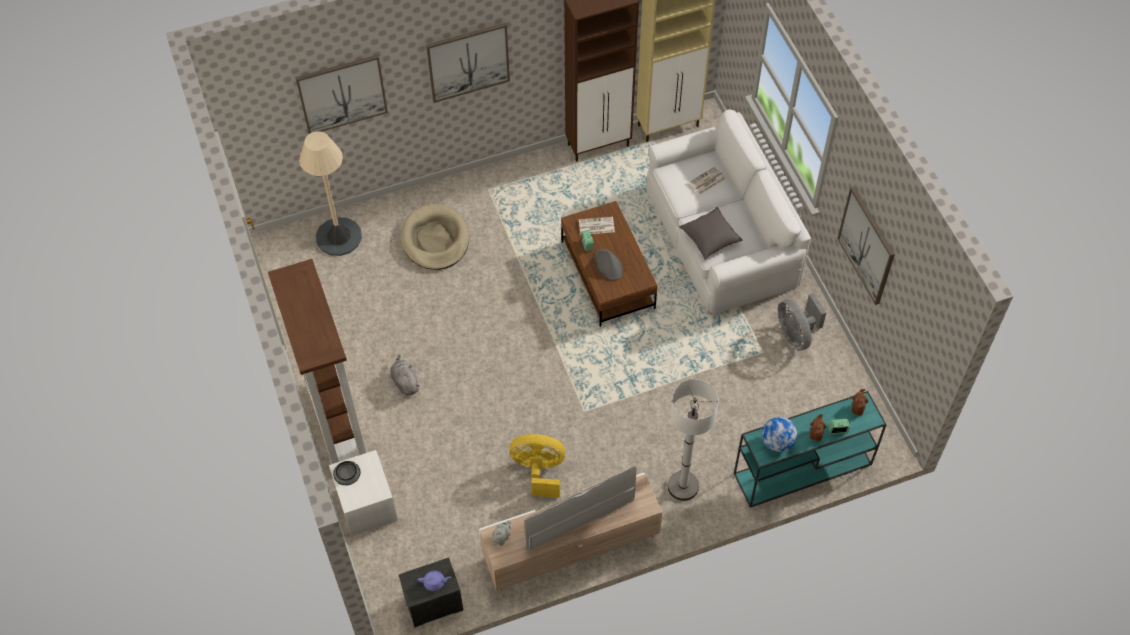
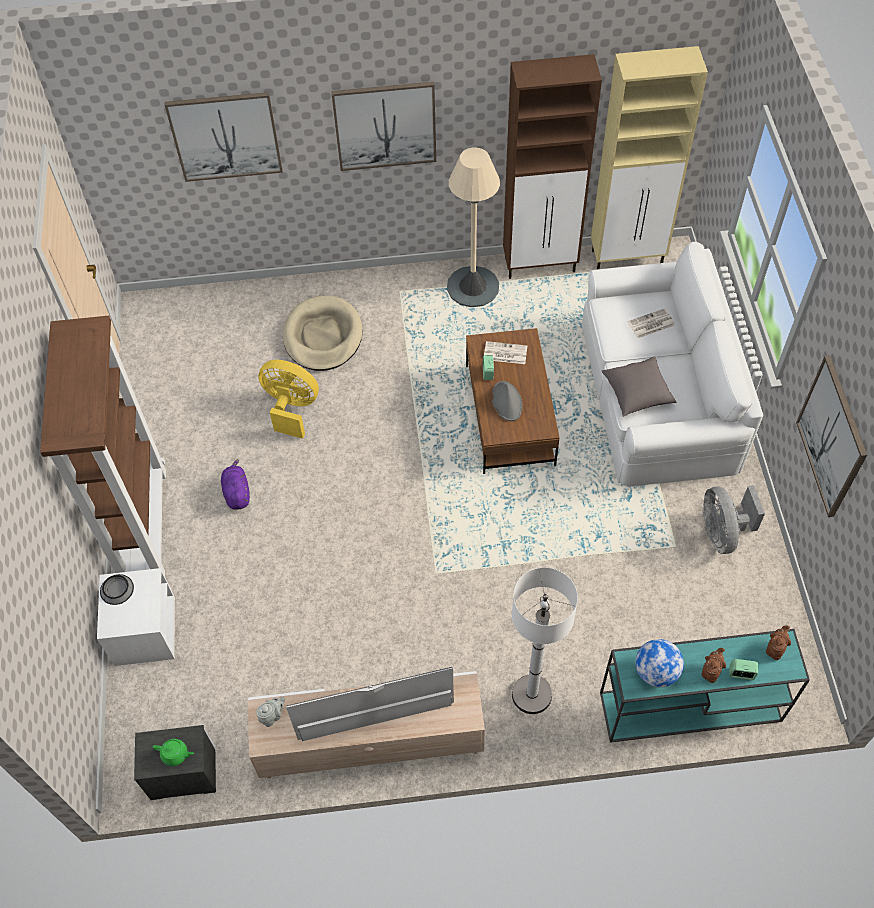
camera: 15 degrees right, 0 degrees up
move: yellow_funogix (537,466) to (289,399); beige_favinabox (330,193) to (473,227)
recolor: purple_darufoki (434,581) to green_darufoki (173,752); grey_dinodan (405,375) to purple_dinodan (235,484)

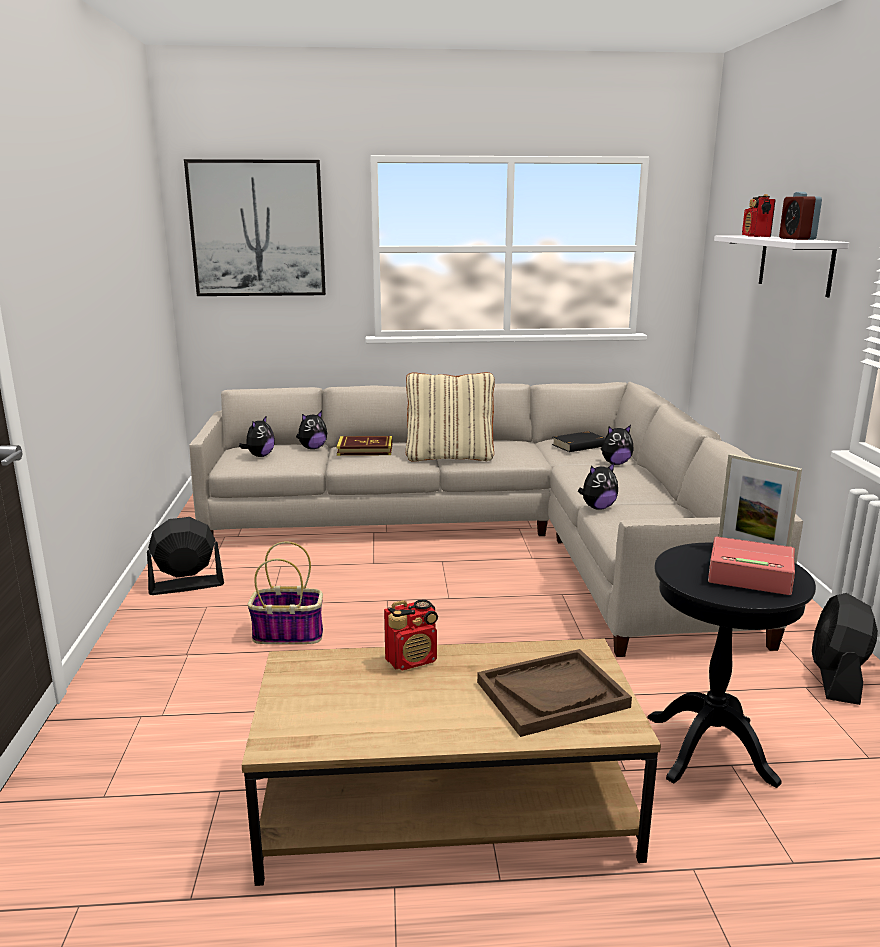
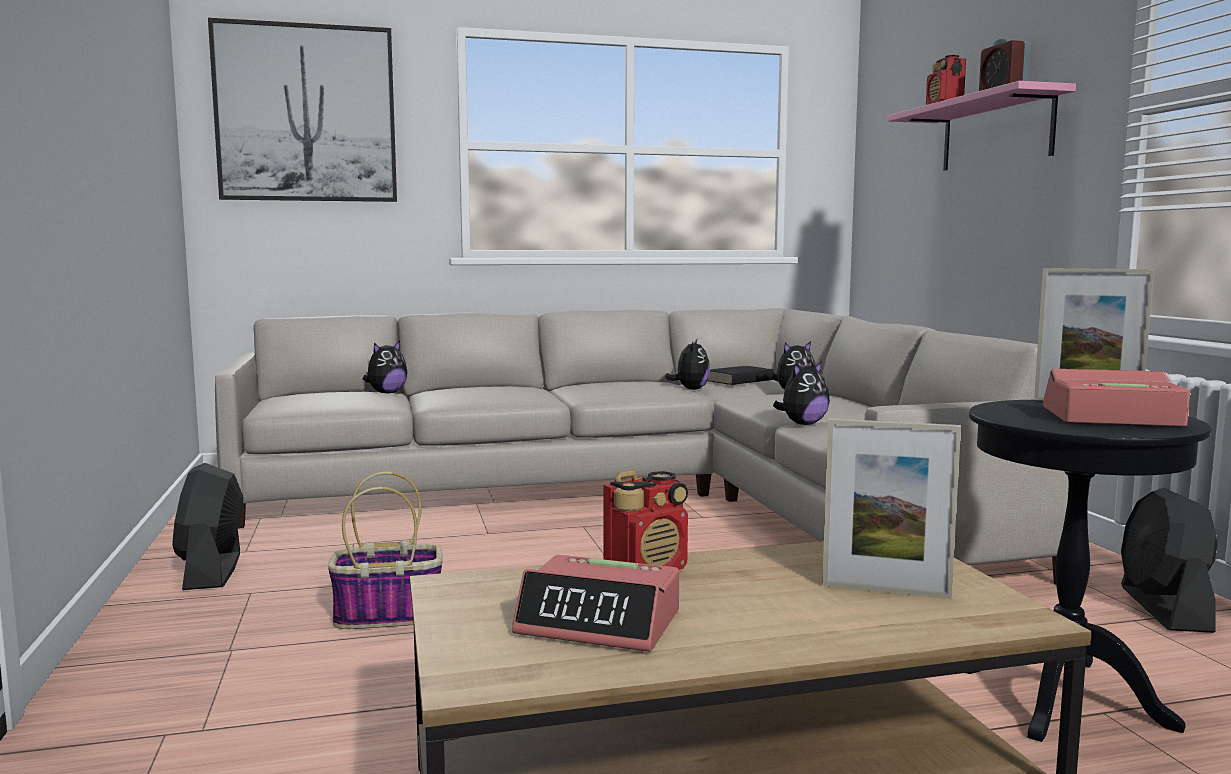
camera: 10 degrees left, 10 degrees down
delete: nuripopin (364,446); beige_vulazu (450,417)
insert: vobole (595,603)
move: dinodan (257,436) to (687,364)
replace: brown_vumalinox (554,693) to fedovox (891,509)
recolor: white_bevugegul (781,266) to pink_bevugegul (982,126)
rotate: black_funogix (185,556) = (207,526) 75 degrees counterclockwise

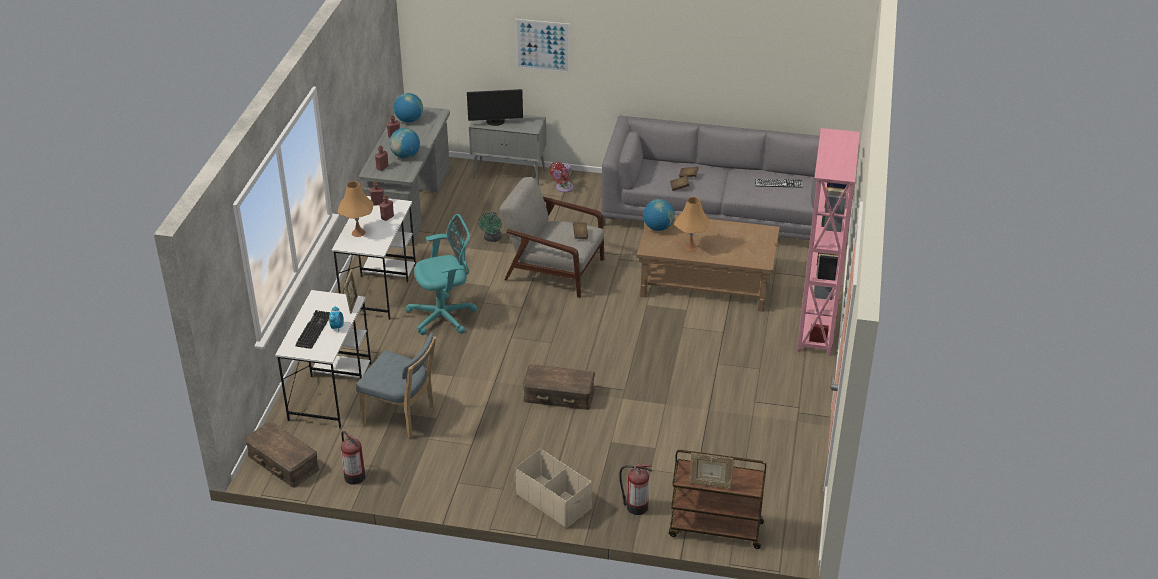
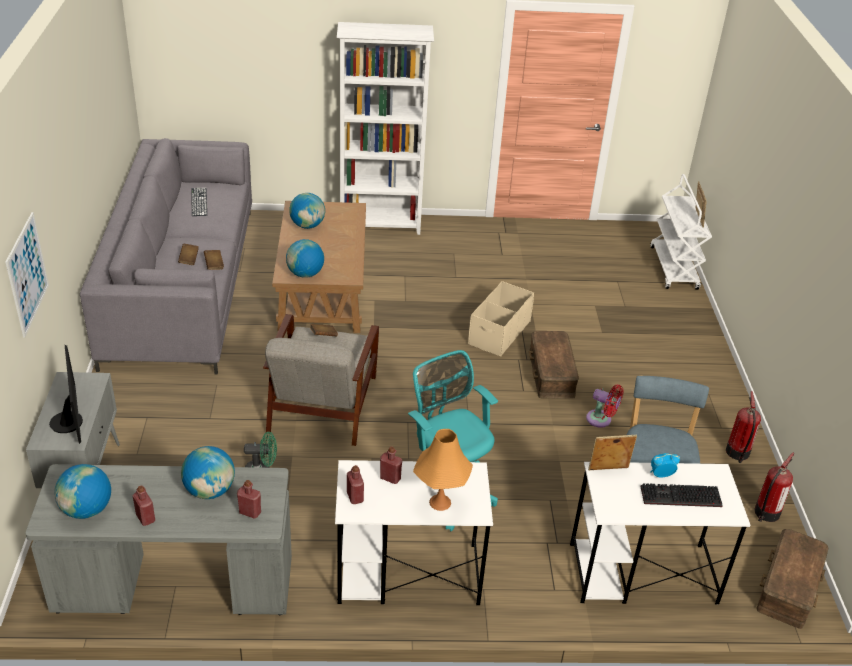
camera: 105 degrees left, 0 degrees up
delete: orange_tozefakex (692,224)
insert: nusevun (307,211)
move: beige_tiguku (553,488) to (501,319); red_funogix (562,177) to (605,406); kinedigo (636,489) to (743,427)
recolor: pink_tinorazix (828,242) to white_tinorazix (385,128); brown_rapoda (717,499) to white_rapoda (681,232)

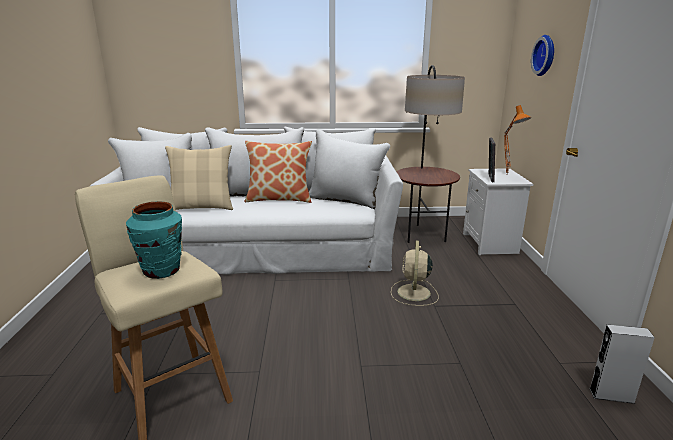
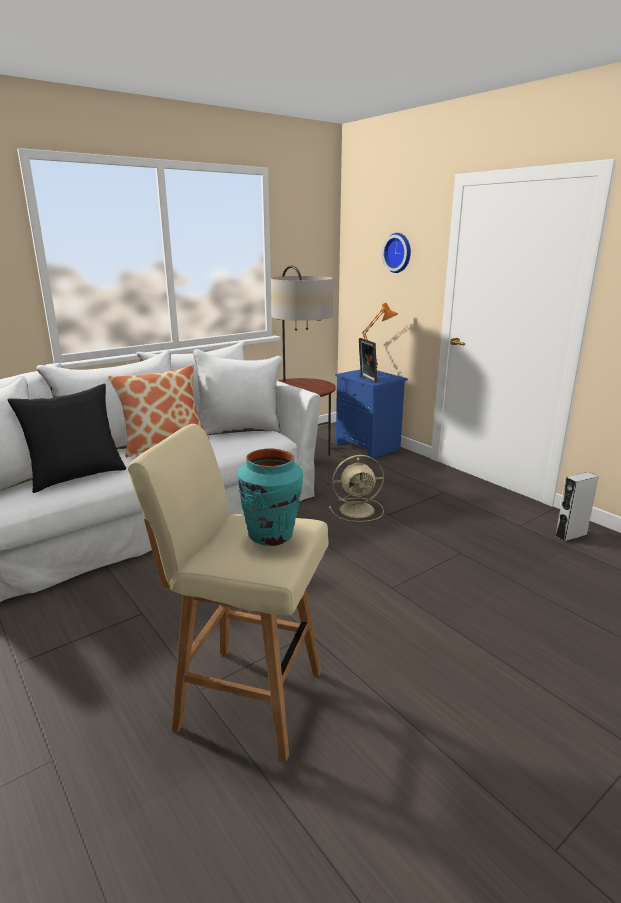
camera: 35 degrees left, 0 degrees up
recolor: beige_vulazu (199,177) to black_vulazu (66,438); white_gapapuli (498,211) to blue_gapapuli (371,415)
rotate: beige_funogix (415,273) = (356,488) 75 degrees counterclockwise

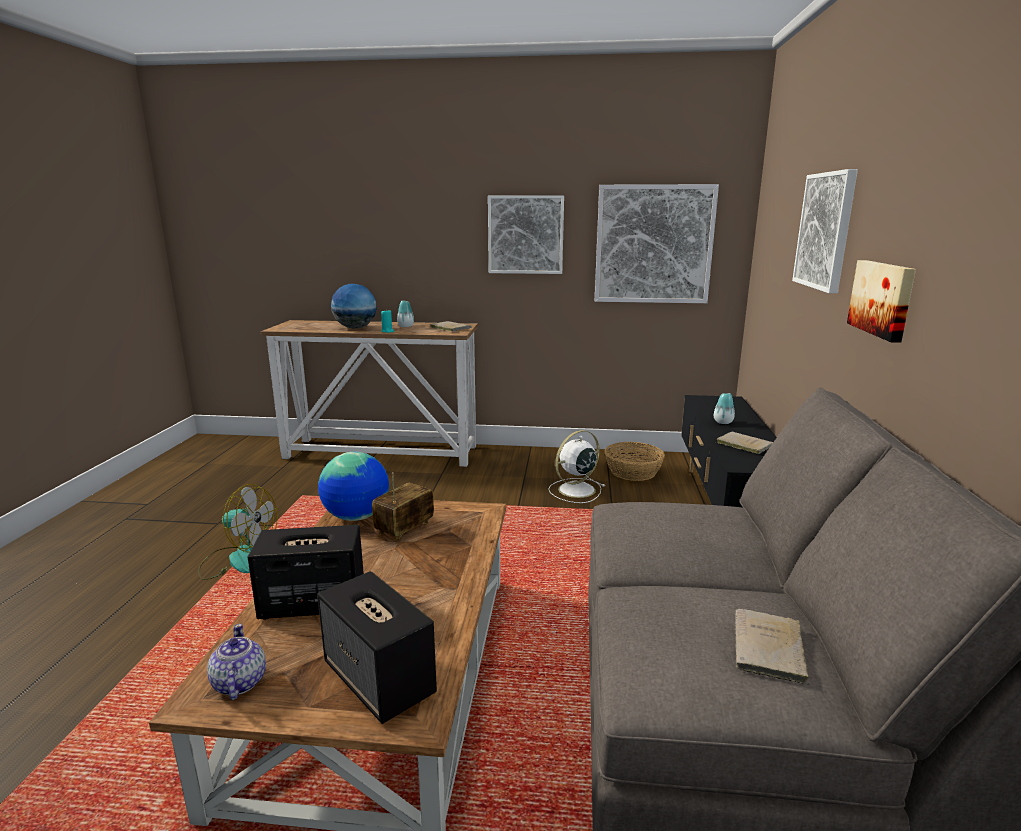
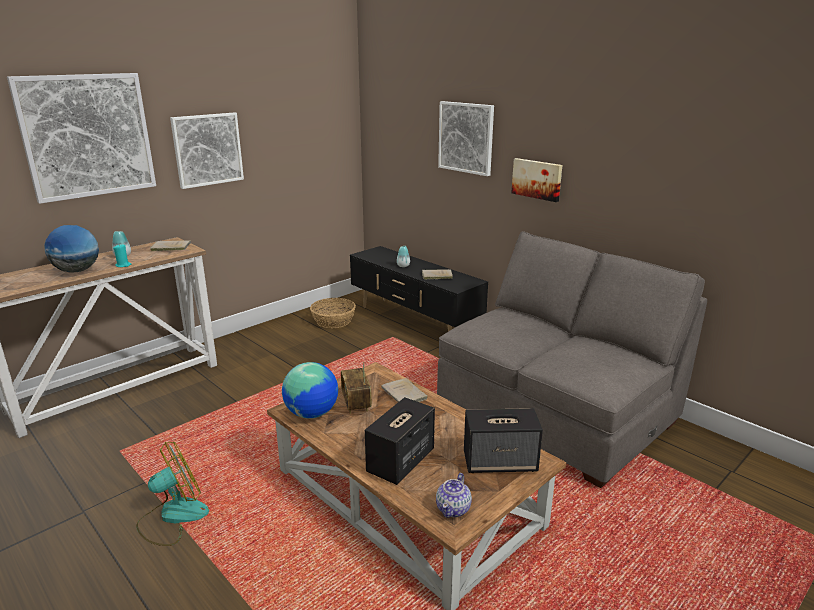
camera: 50 degrees left, 5 degrees up
delete: white_funogix (576,466)
move: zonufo (657,243) to (81,138); beige_nuripopin (772,646) to (404,390)
rotate: darufoki (236,662) = (454,495) 90 degrees counterclockwise

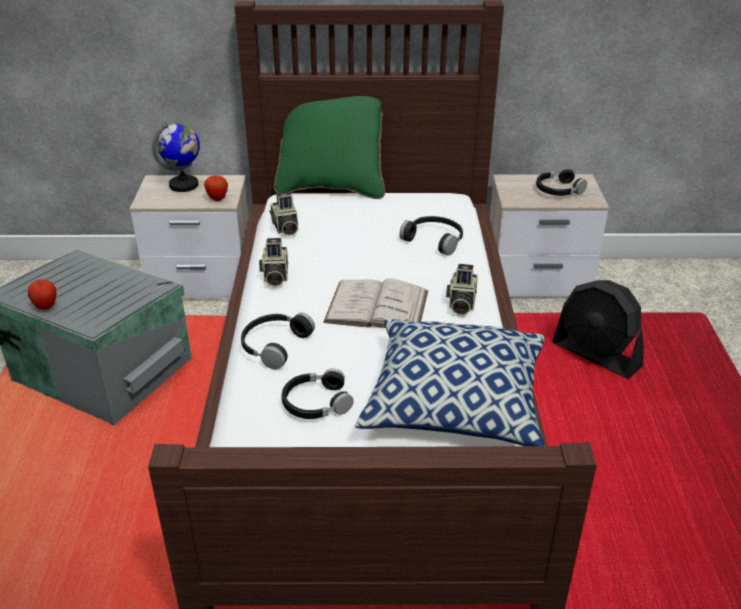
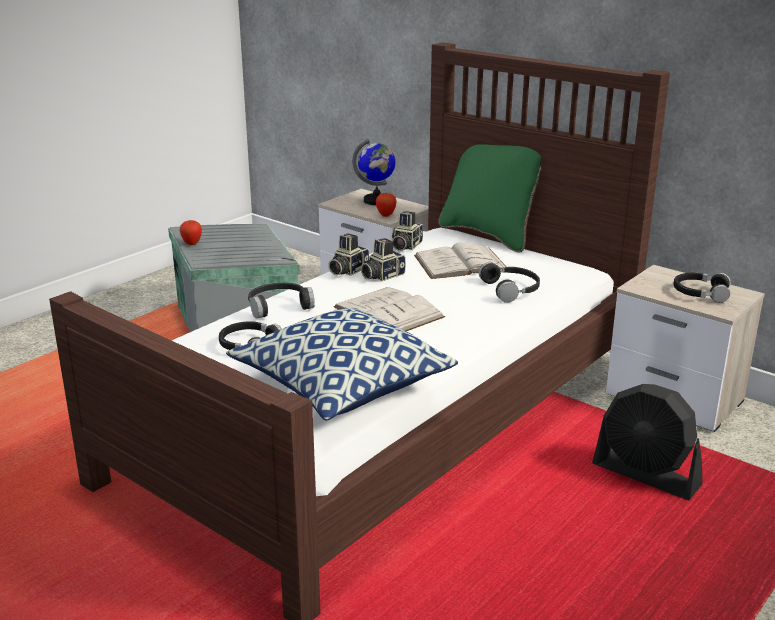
camera: 40 degrees right, 10 degrees down
insert: white_nuripopin (460,260)
move: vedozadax (462,289) to (383,259)
rotate: black_funogix (598,329) = (647,442) 45 degrees counterclockwise

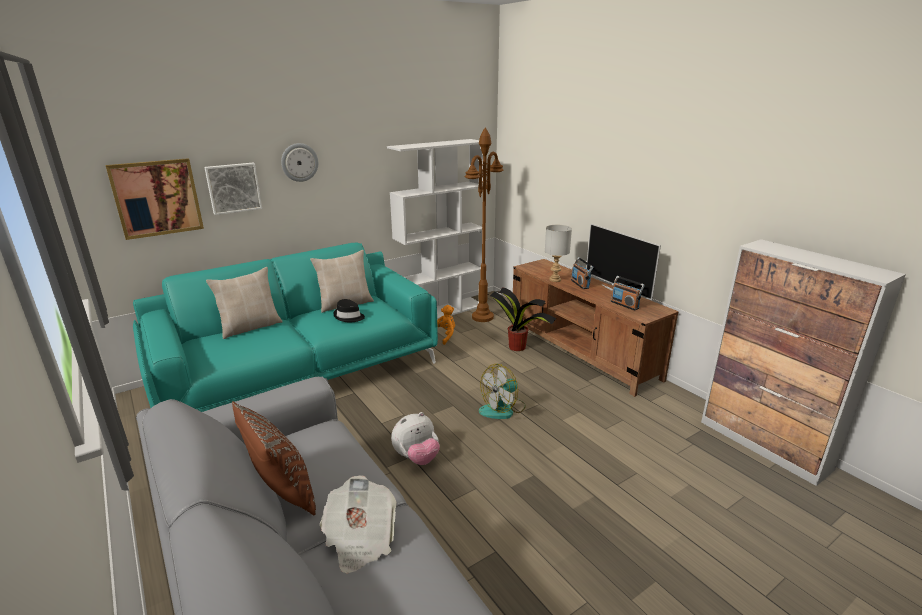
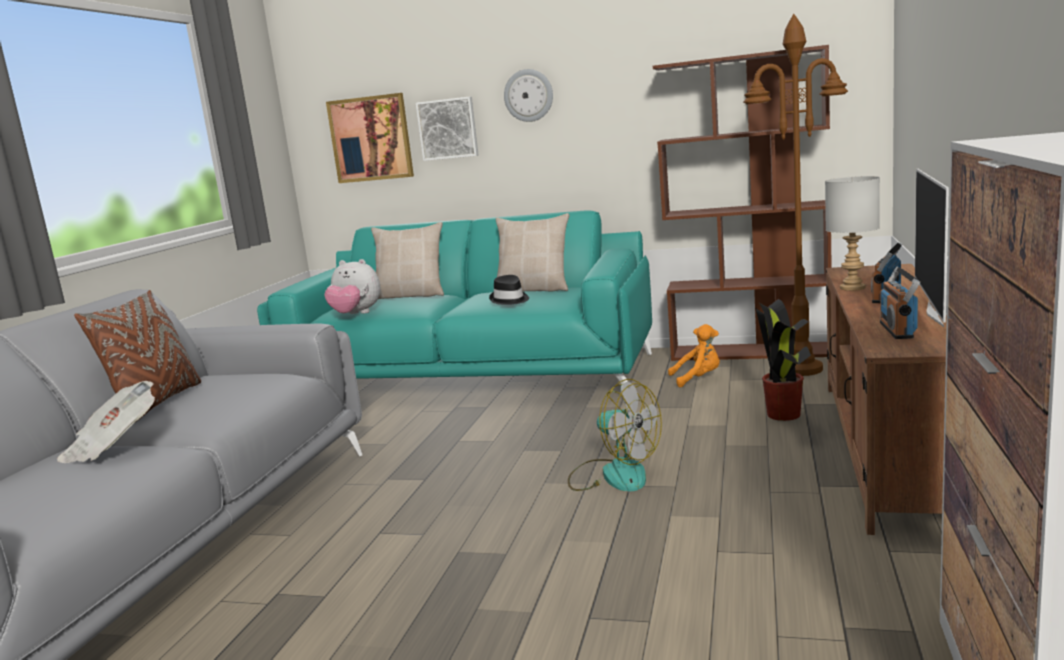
camera: 50 degrees right, 10 degrees down
move: dinodan (415,438) to (352,286)
recolor: white_tinorazix (435,229) to brown_tinorazix (742,203)
rotate: funogix (502,391) = (615,435) 150 degrees counterclockwise

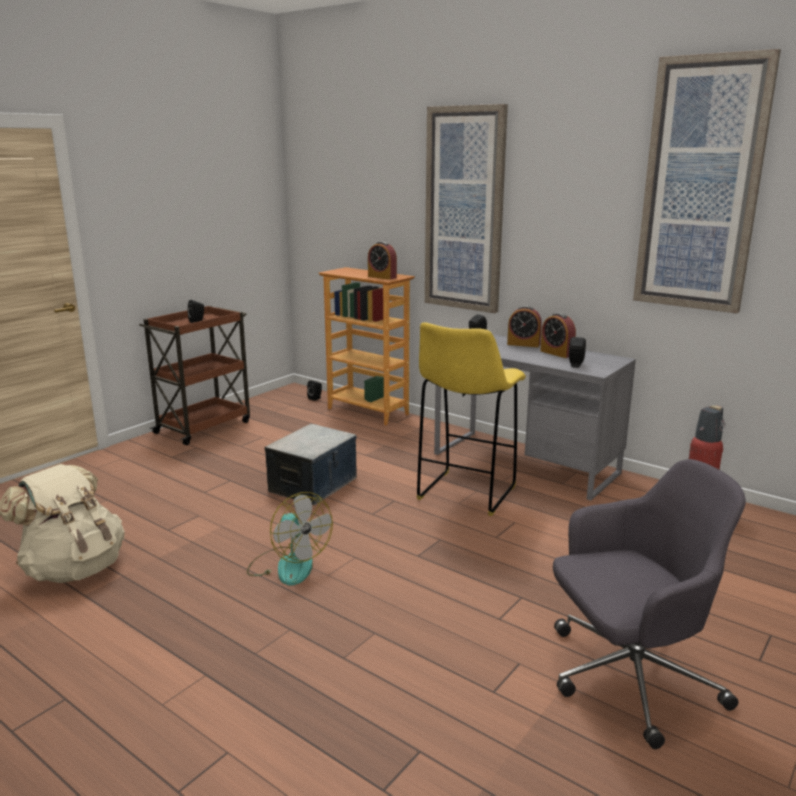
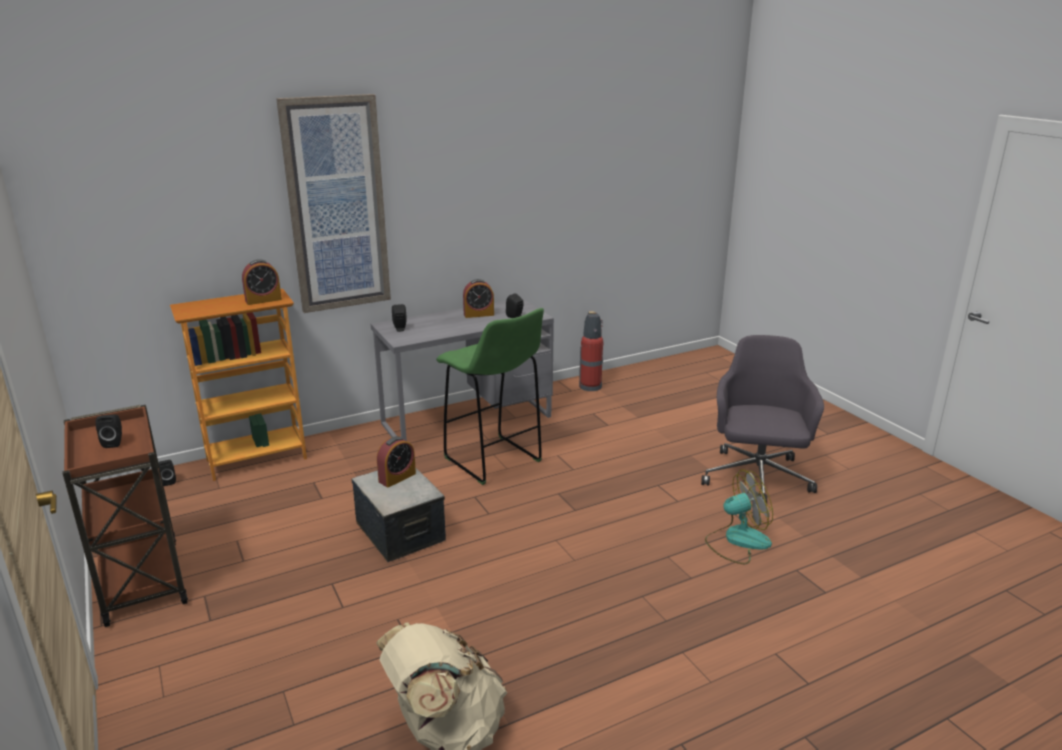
camera: 65 degrees left, 5 degrees up
delete: zonufo (707,181)
move: vobole (524,326) to (396,462); funogix (290,538) to (739,516)
recolor: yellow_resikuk (471,419) to green_resikuk (490,396)

